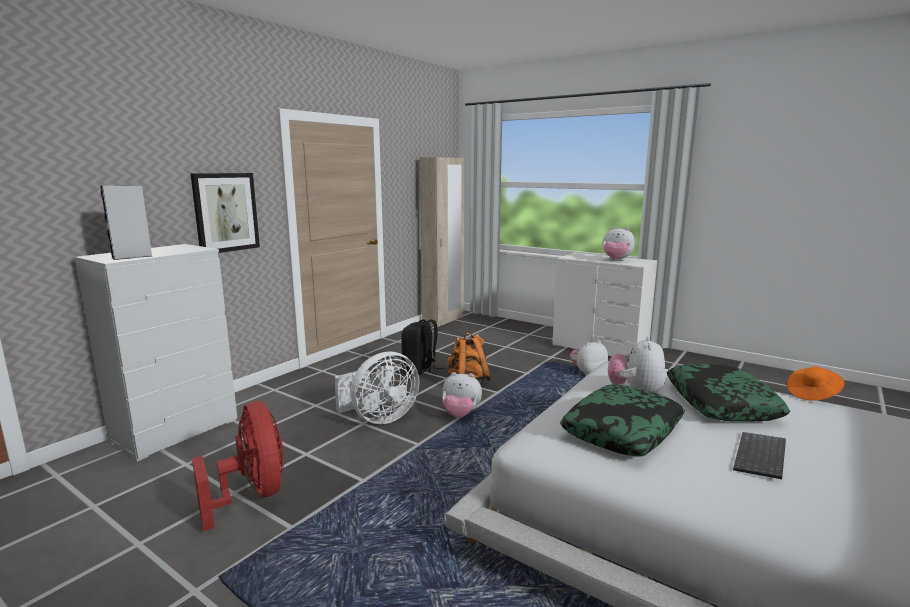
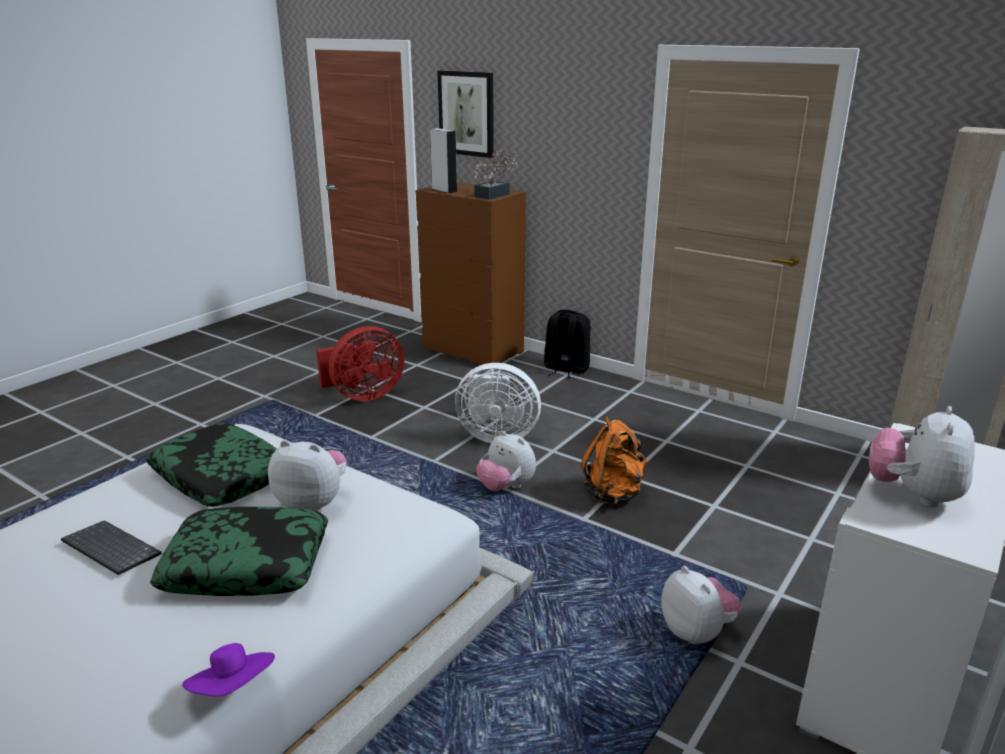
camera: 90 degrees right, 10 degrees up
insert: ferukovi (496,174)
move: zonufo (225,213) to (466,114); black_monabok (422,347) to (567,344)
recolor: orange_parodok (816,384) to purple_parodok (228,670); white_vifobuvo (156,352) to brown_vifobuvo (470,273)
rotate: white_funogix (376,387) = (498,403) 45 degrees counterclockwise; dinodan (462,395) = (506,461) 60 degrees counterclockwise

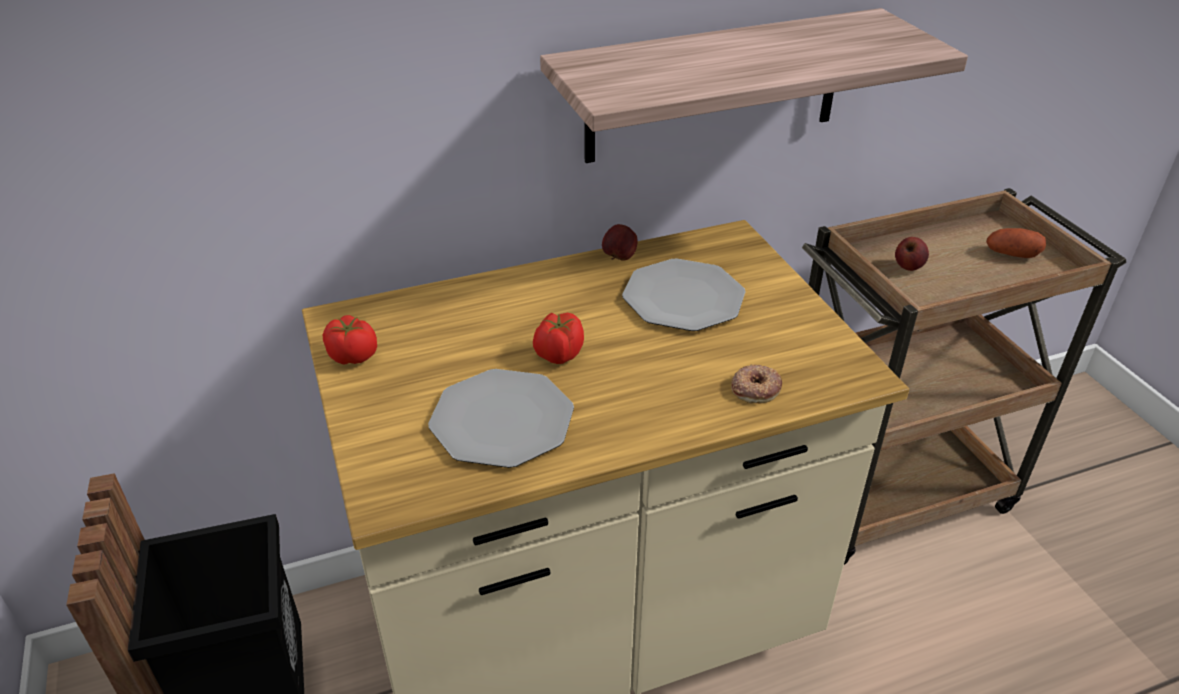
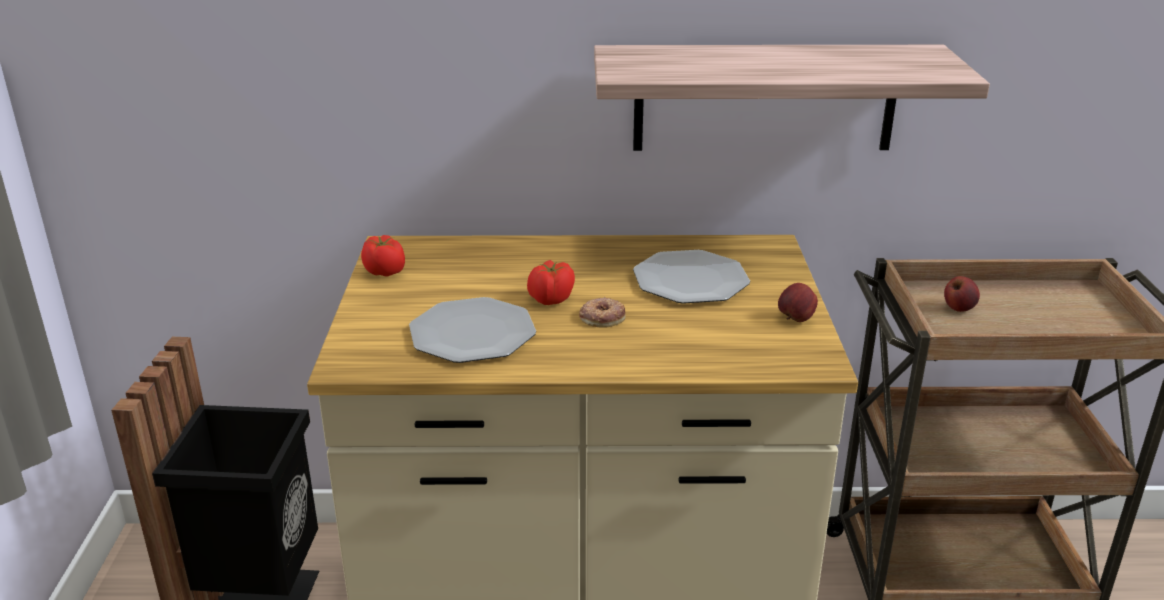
camera: 20 degrees right, 10 degrees down
delete: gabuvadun (1016,243)
move: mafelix (756,384) to (602,312); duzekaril (620,242) to (798,302)

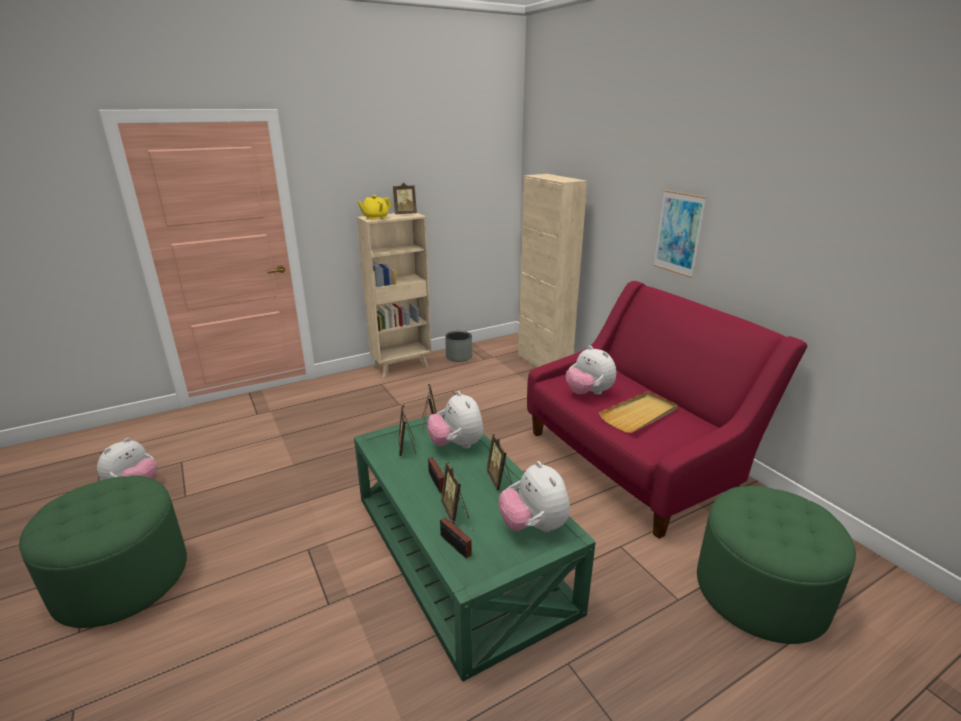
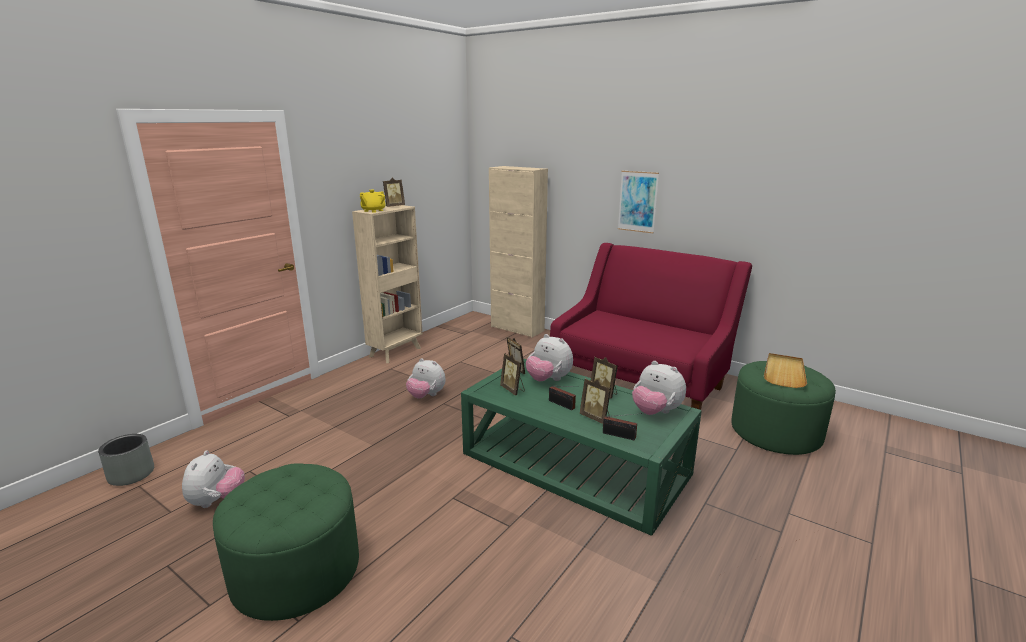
camera: 25 degrees left, 5 degrees down
move: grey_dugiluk (458,346) to (126,460); dinodan (591,370) to (425,378); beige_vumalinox (638,412) to (785,370)

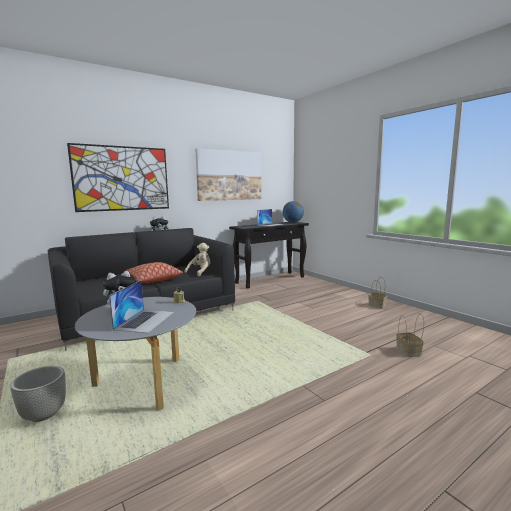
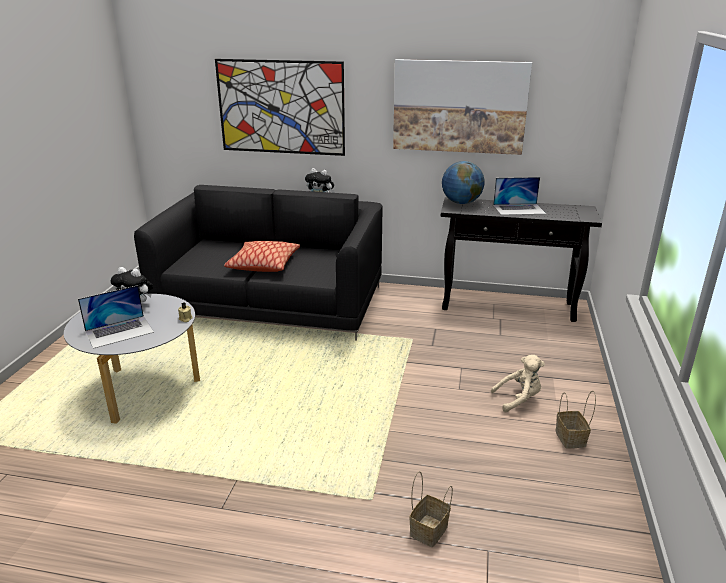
camera: 45 degrees right, 15 degrees up
delete: grey_dugiluk (38,394)
move: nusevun (293,212) to (463,182); beige_dinodan (197,259) to (518,383)

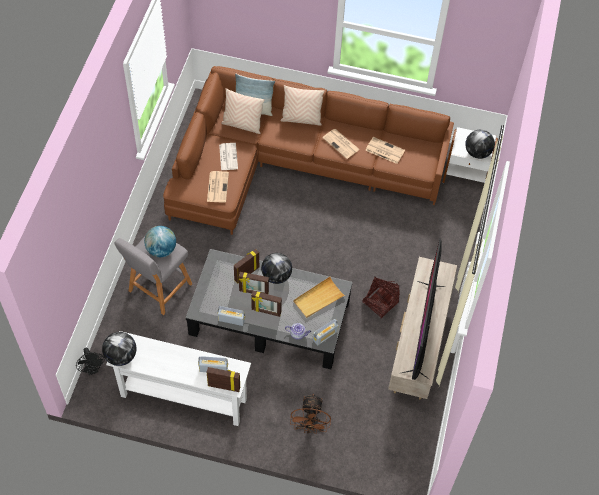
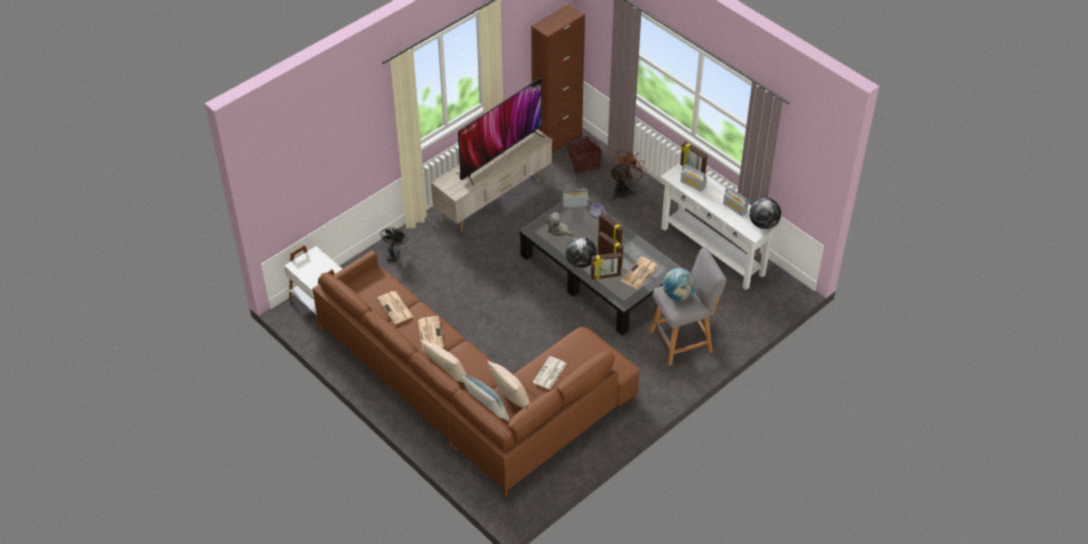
camera: 145 degrees left, 10 degrees down
delete: nusevun (480,144)
insert: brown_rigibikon (558,78)
move: black_funogix (90,361) to (393,245); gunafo (381,297) to (584,154); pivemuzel (218,187) to (639,273); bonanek (231,316) to (736,201)
replace: beige_vumalinox (319,297) to dinodan (561,224)

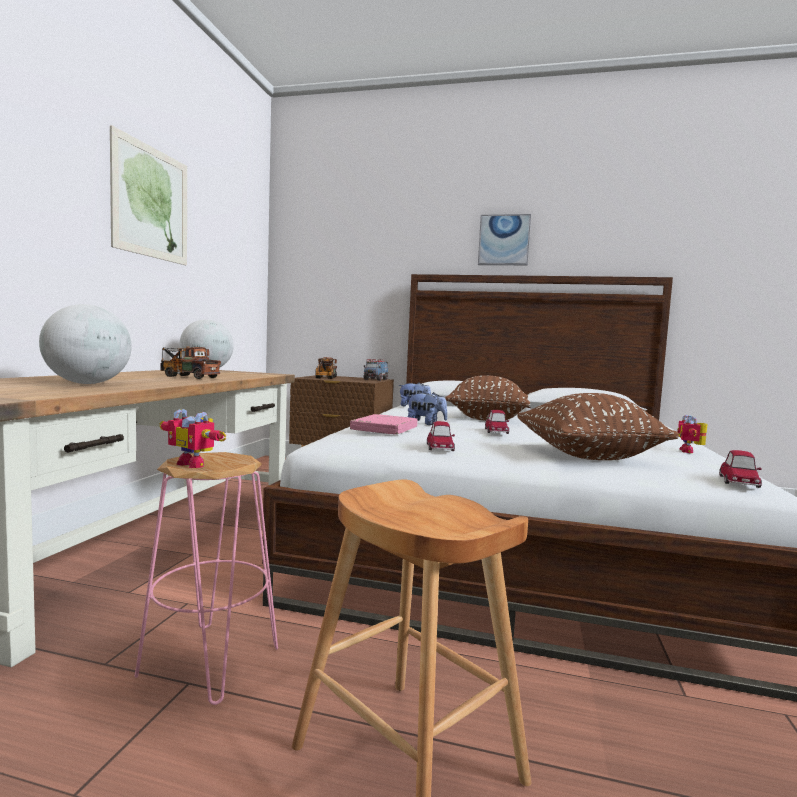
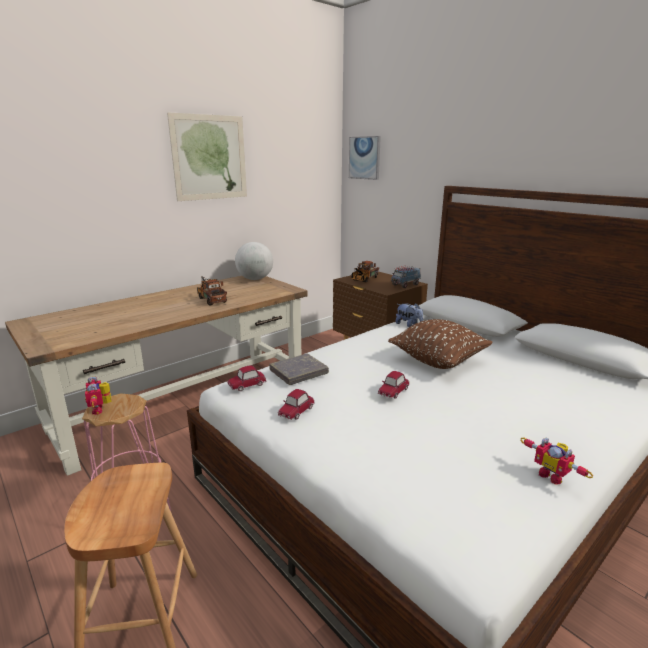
camera: 35 degrees right, 15 degrees up
delete: nusevun (85,344); dinodan (427,408); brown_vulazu (598,426)
move: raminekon (740,469) to (246,378); zonufo (504,239) to (365,158)
recolor: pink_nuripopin (384,424) to grey_nuripopin (299,369)
rotate: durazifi (692,434) = (557,461) 90 degrees counterclockwise

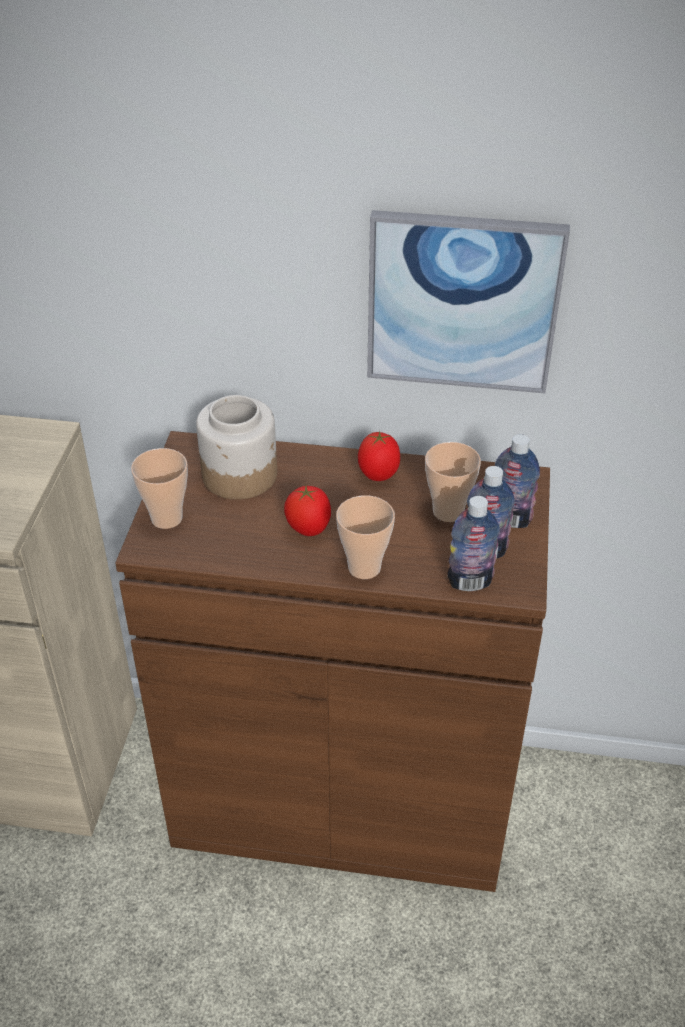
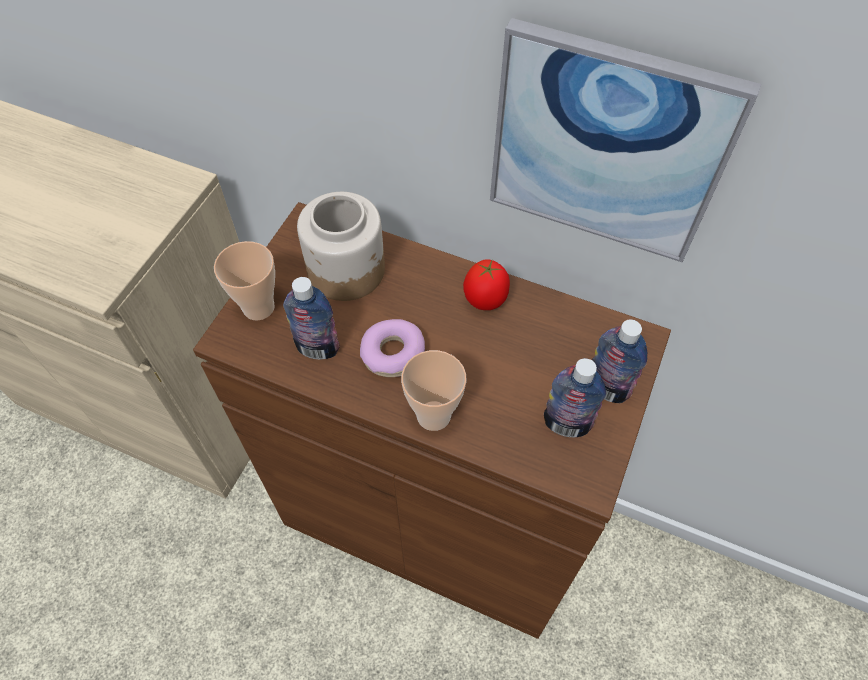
camera: 15 degrees right, 15 degrees up
delete: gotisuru (453,482)
move: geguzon (473,543) to (311,318)
replace: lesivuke (307,511) to mafelix (392,348)

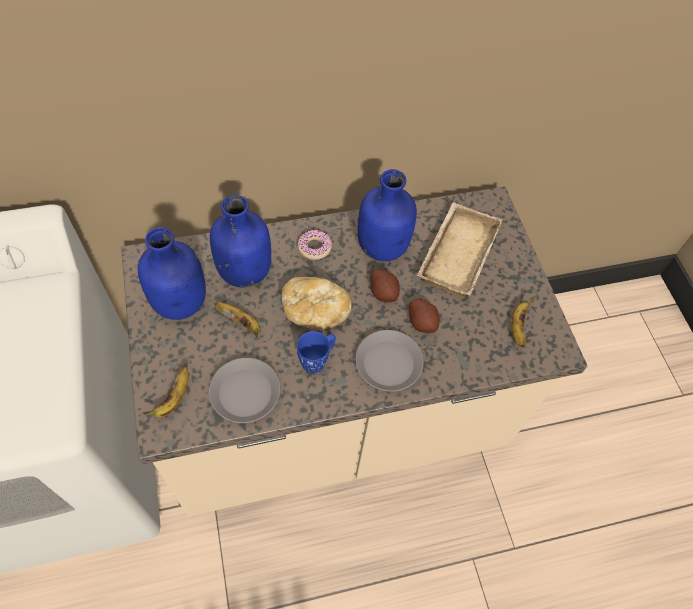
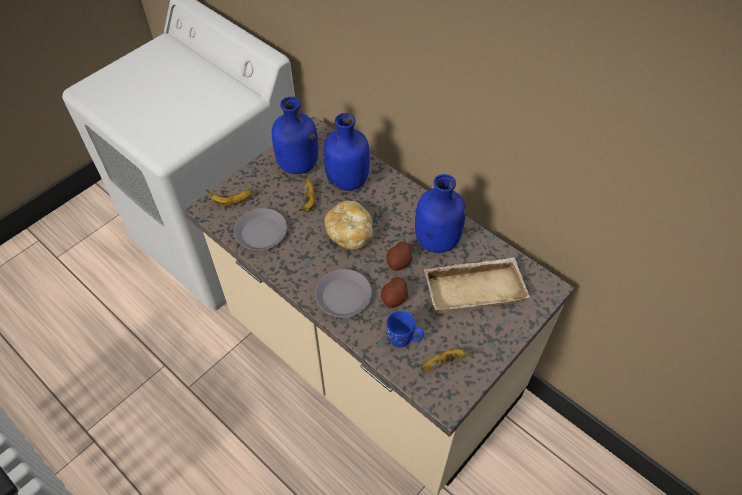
camera: 60 degrees right, 5 degrees down
delete: mafelix (315,245)
move: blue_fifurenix (316,352) to (405,329)

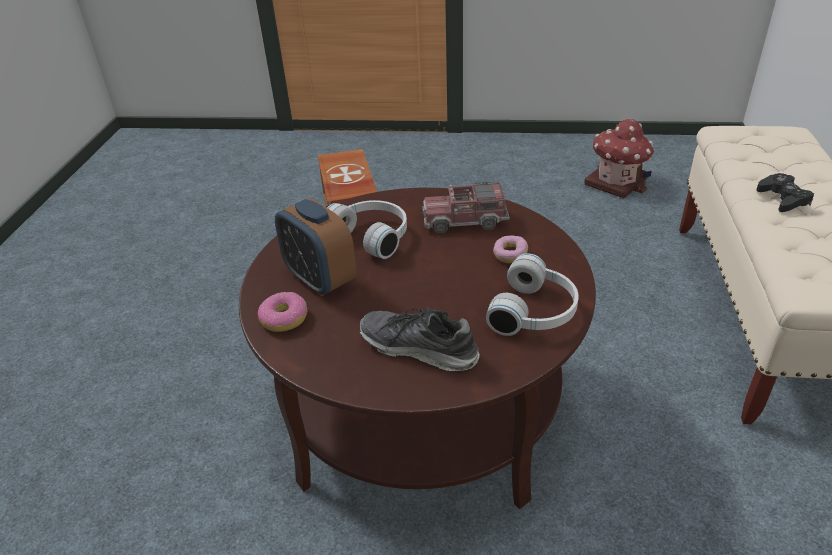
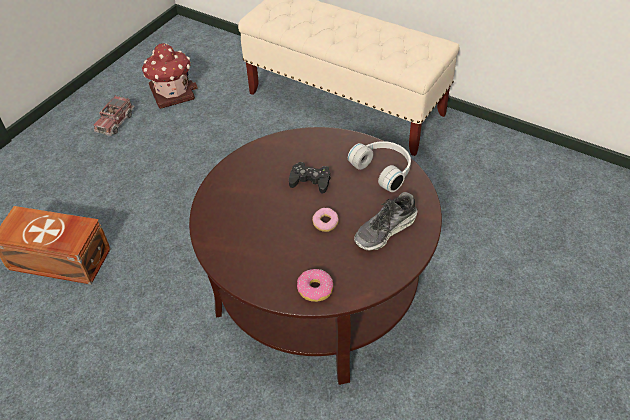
camera: 65 degrees left, 10 degrees up
delete: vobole (315,247); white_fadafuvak (367,229)
move: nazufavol (465,207) to (114,115); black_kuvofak (785,192) to (310,178); mafelix (510,249) to (325,220)

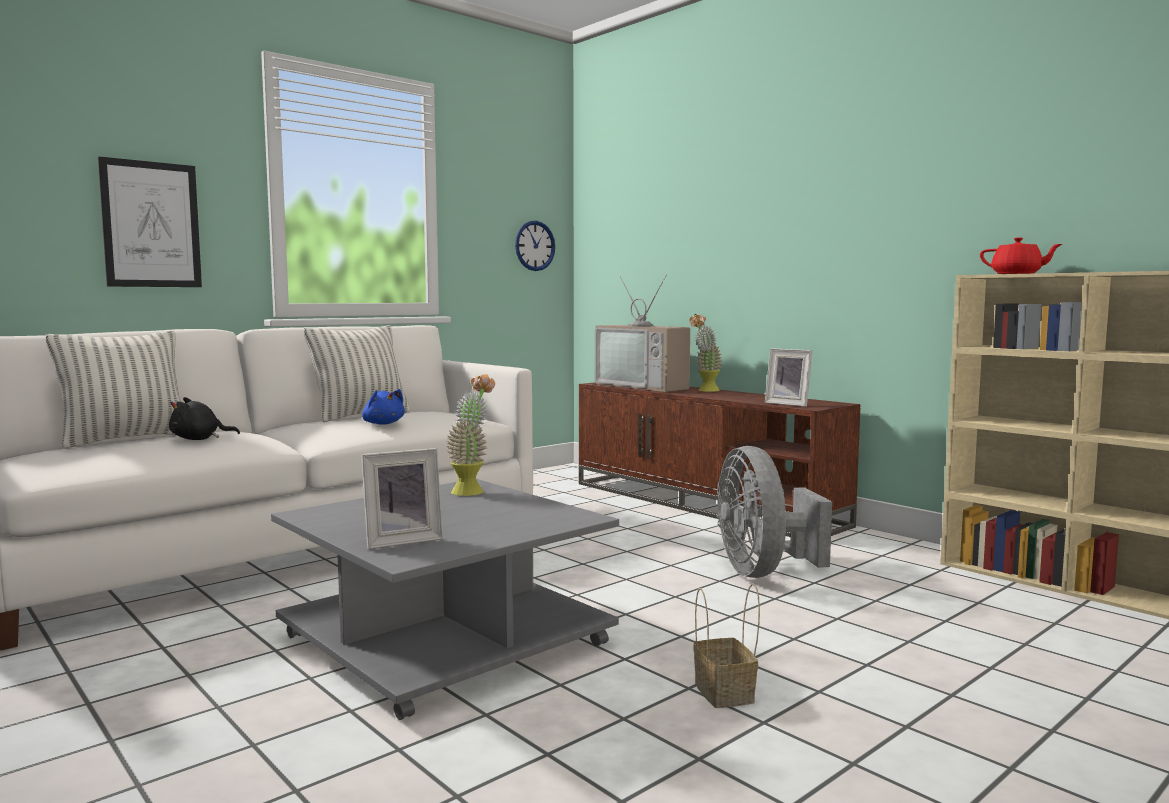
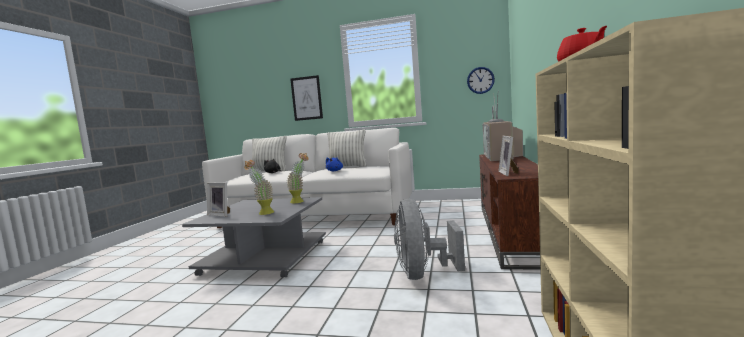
camera: 55 degrees right, 0 degrees up
delete: gunafo (726,645)
move: ferukovi (705,353) to (259,187)
rotate: grey_funogix (774,512) = (429,239) 45 degrees counterclockwise

